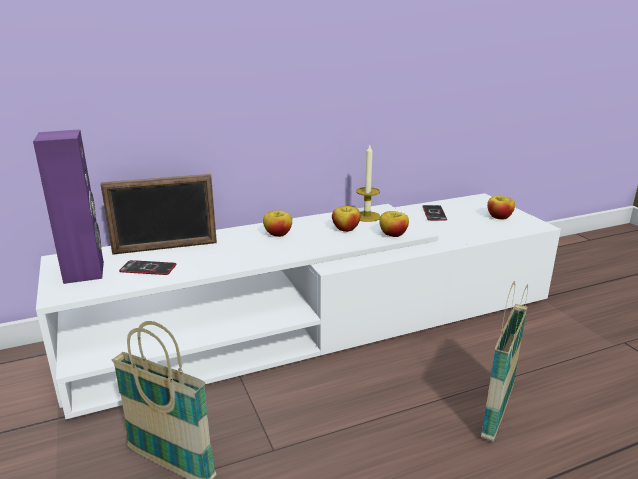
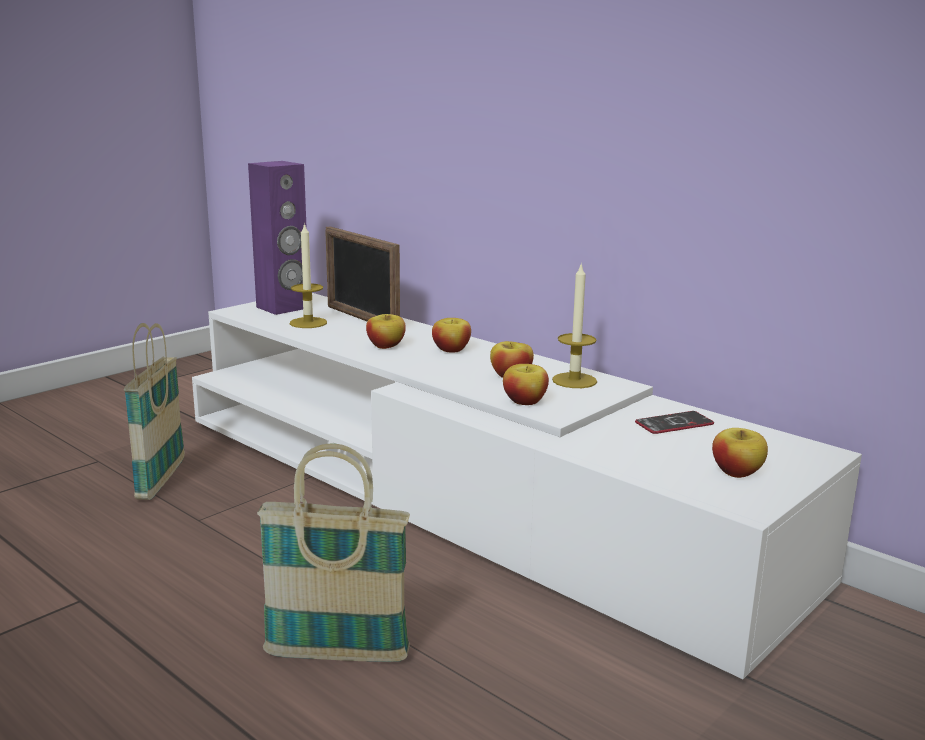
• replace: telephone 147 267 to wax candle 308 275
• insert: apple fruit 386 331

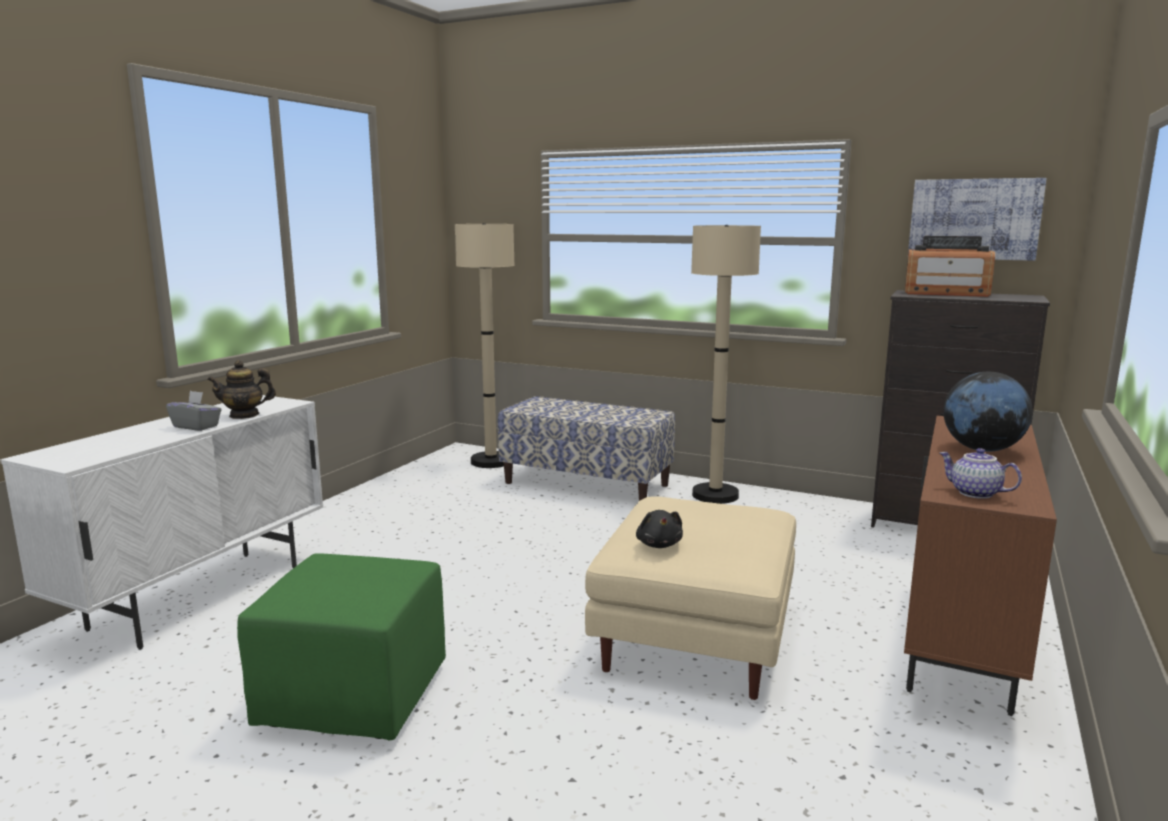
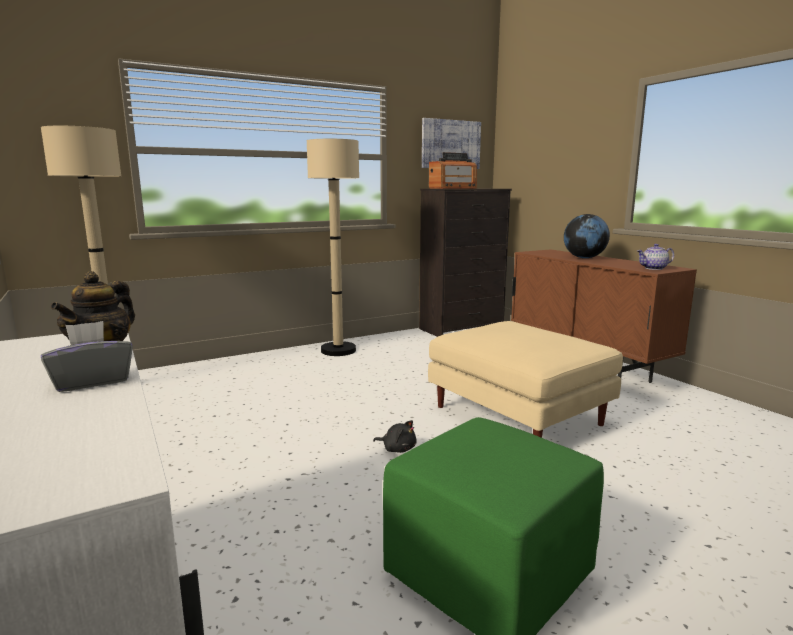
• delete: long seat 586 448
• move: blackish plush toy 659 529 to 395 436

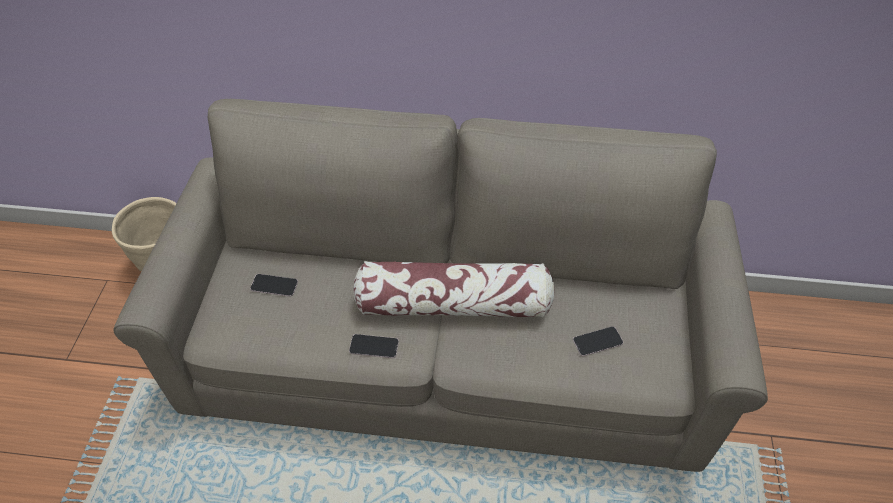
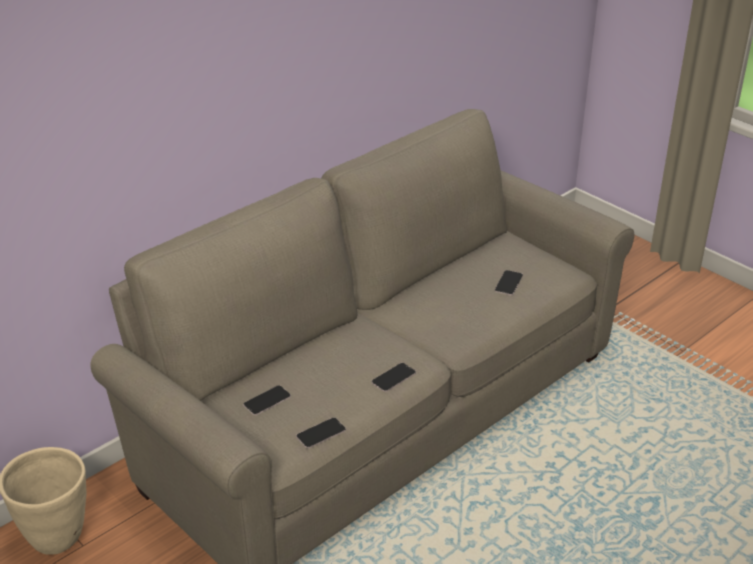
• delete: throw pillow 454 289
• insert: telephone 321 432

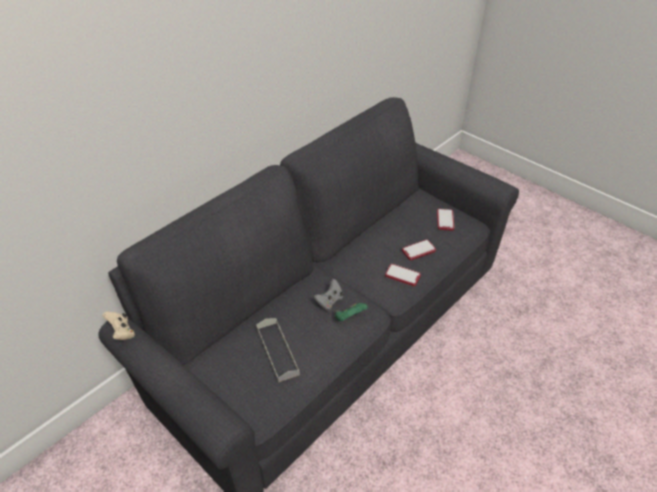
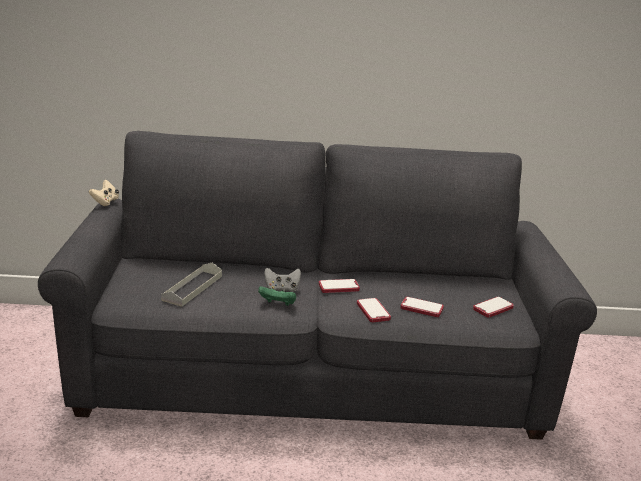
• insert: telephone 339 286

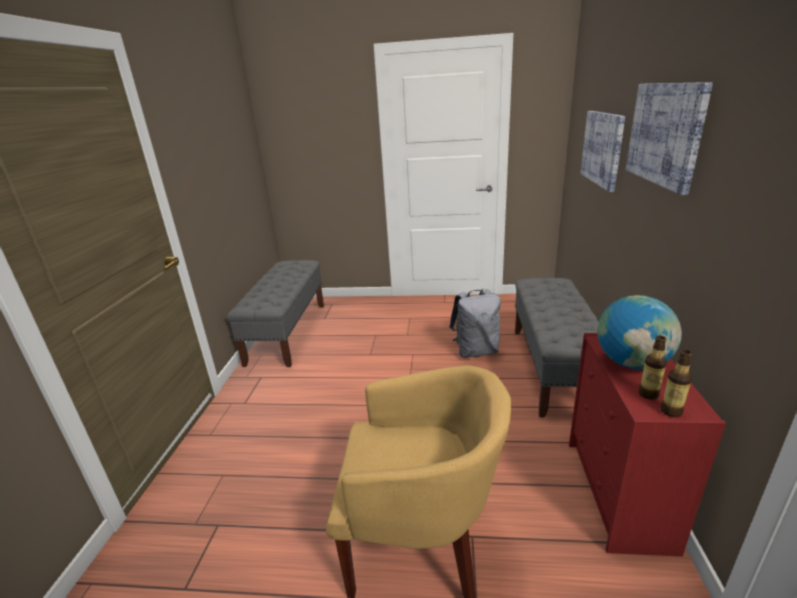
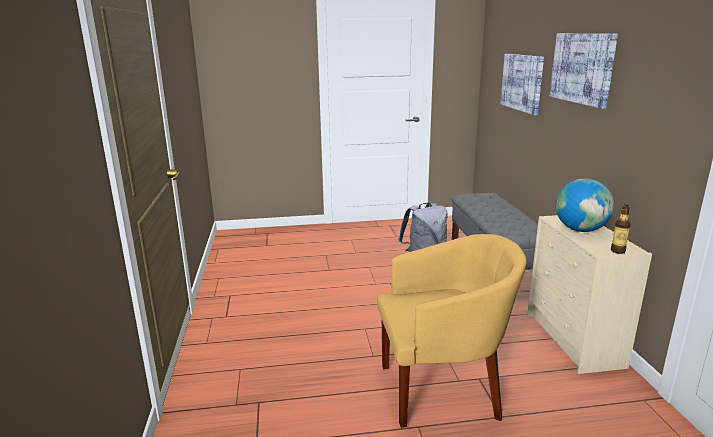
• delete: greyish long seat 275 313
• recolor: red-coloured dresser 647 445 to sand-coloured dresser 589 294
• delete: drink bottle 652 368

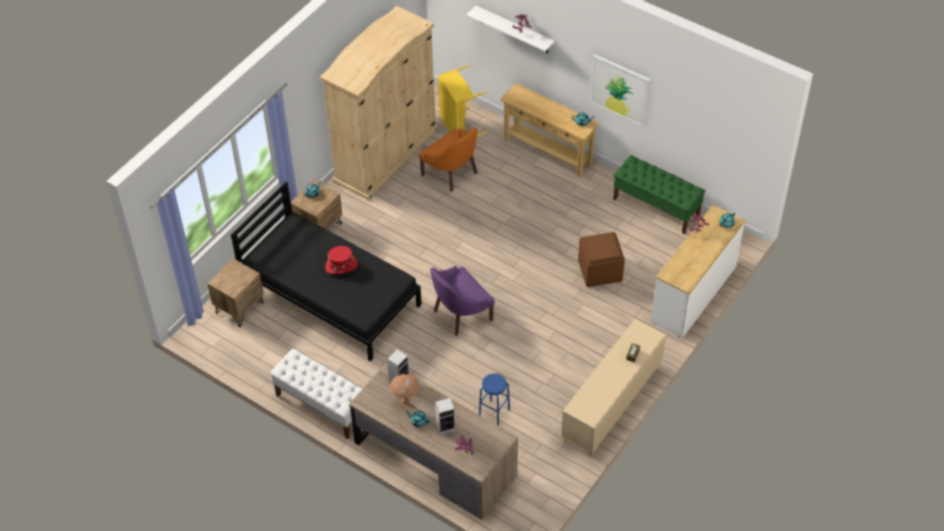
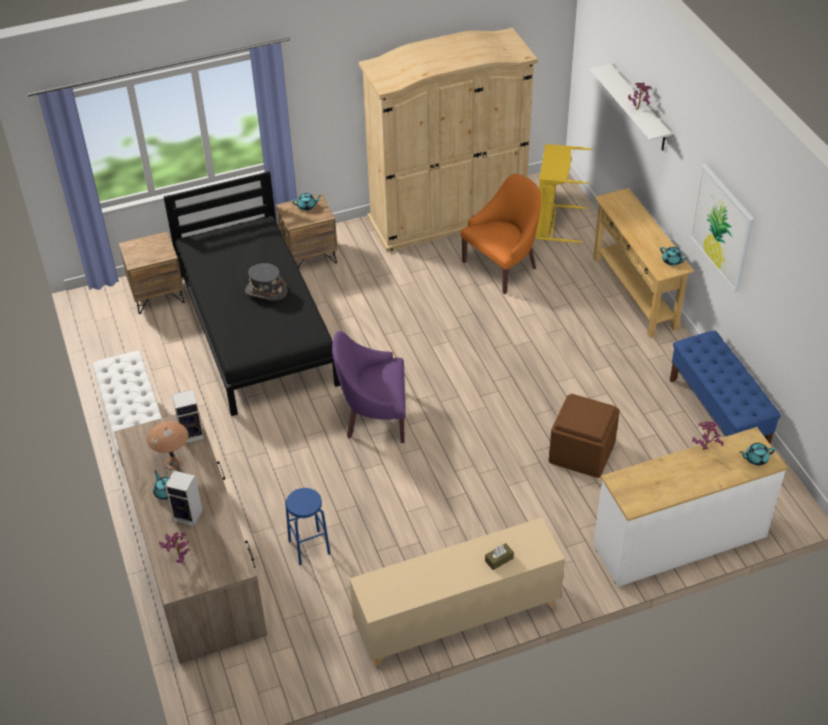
• recolor: red-coloured wearable hat 341 260 to greyish wearable hat 266 281
• rotate: orangey lounge chair 448 160 = 500 234 120 degrees counterclockwise
• recolor: greenish long seat 659 194 to bluish long seat 725 387

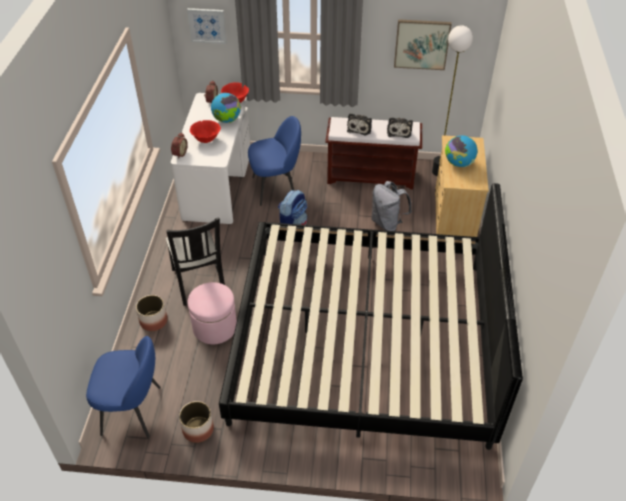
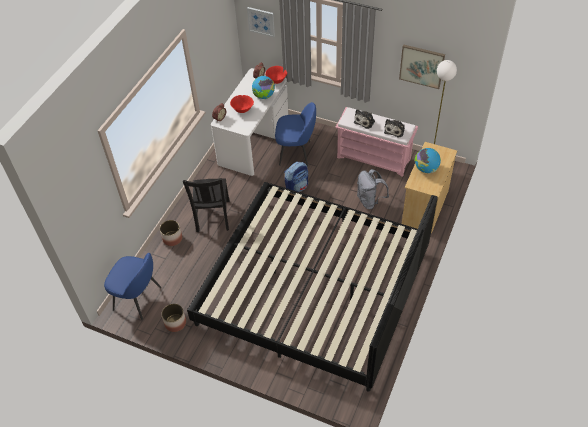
• delete: pink ottoman 212 313
• recolor: brownish long seat 373 153 to pink long seat 376 142

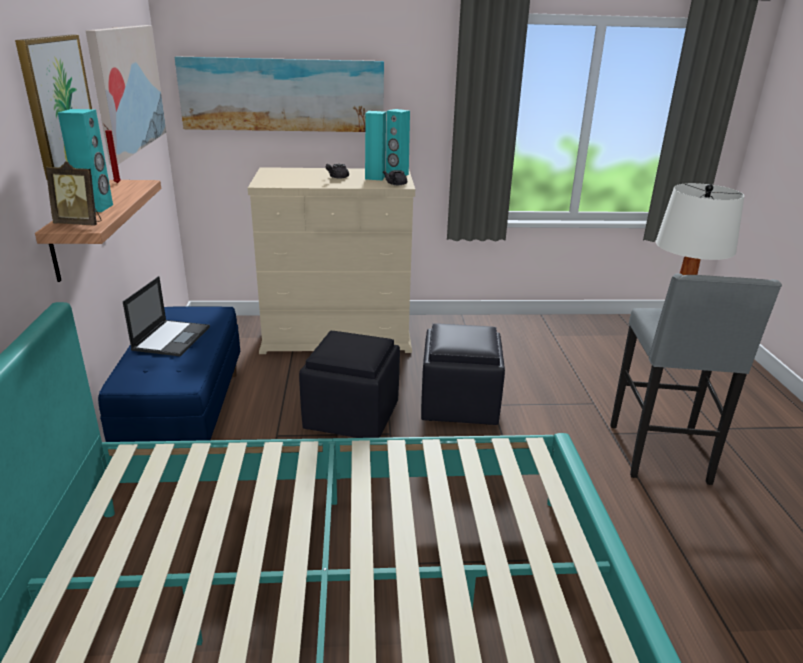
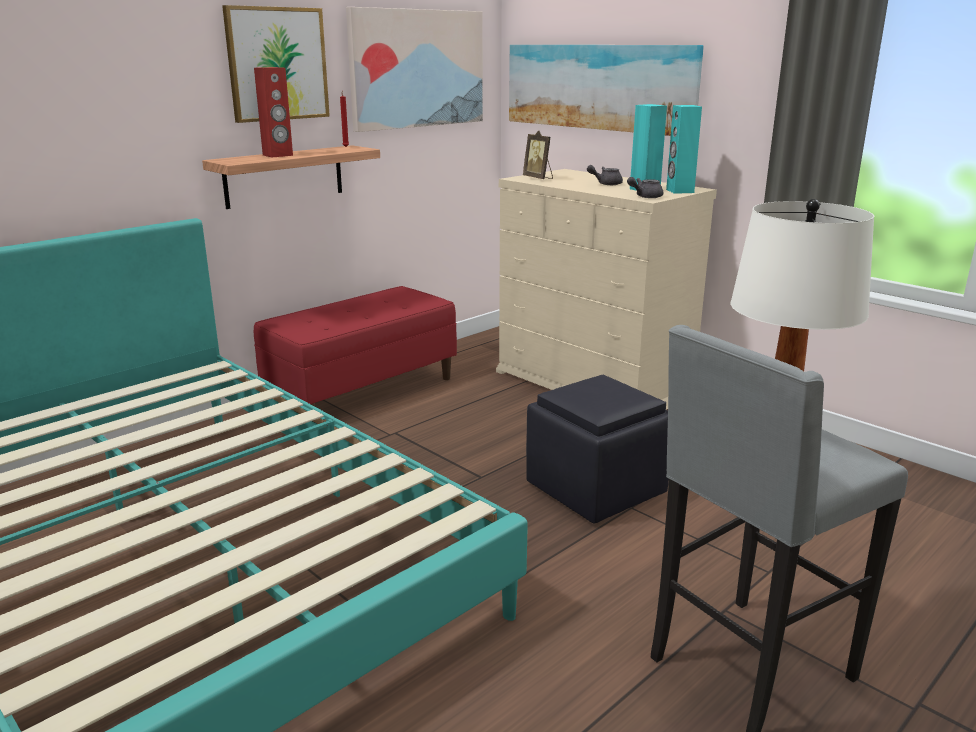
• move: standing frame 74 193 to 538 155
• recolor: turquoise speaker 85 160 to red-coloured speaker 273 112
• recolor: bluish long seat 169 374 to red-coloured long seat 355 346
• delete: portable computer 166 316
• delete: blackish ottoman 349 384

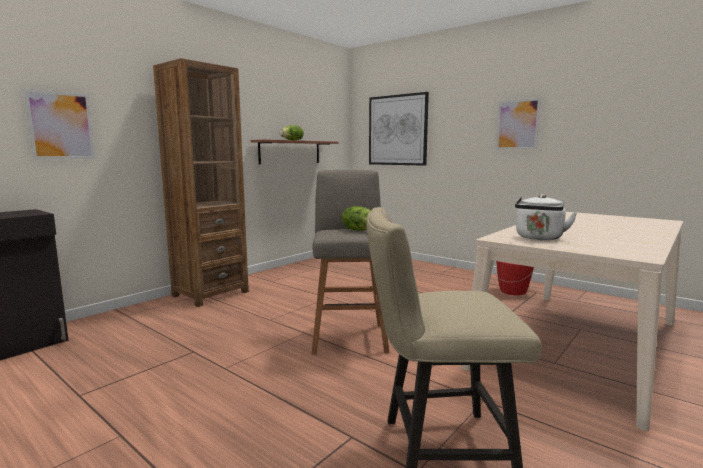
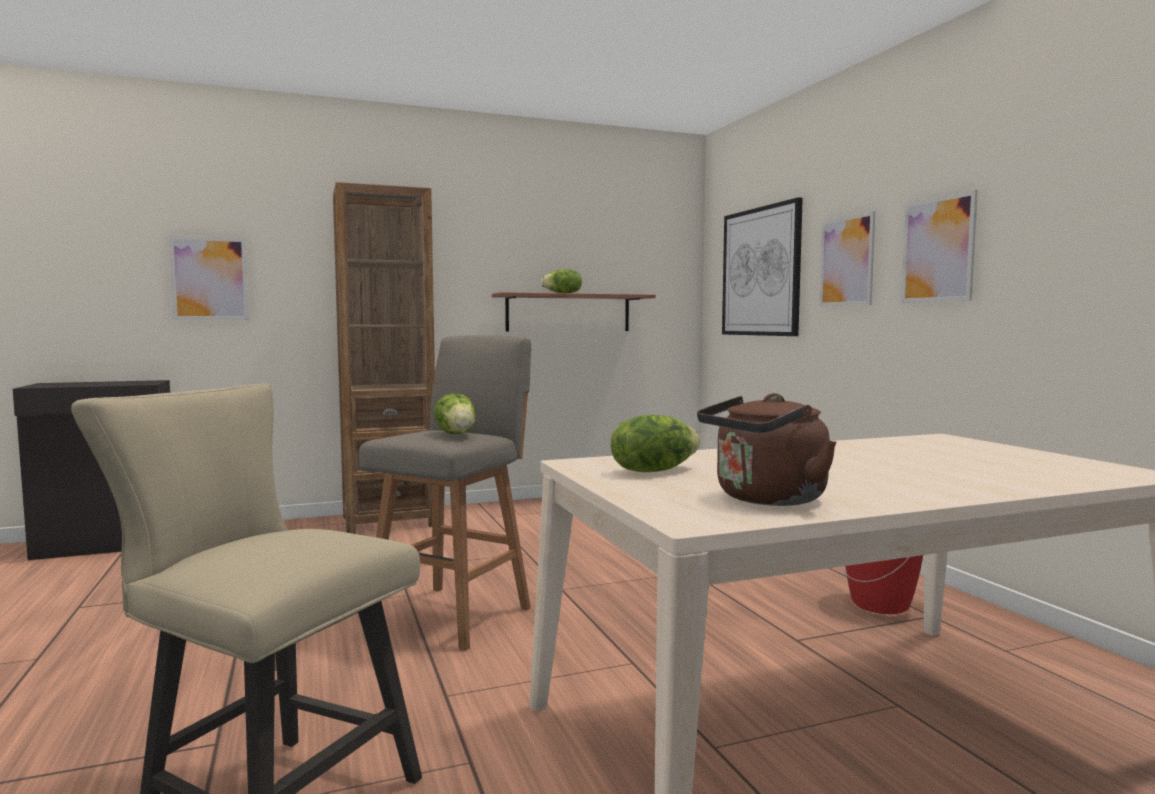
• replace: white-coloured kettle 546 217 to lettuce 655 443
• insert: brownish kettle 767 449
• insert: wall art 847 259

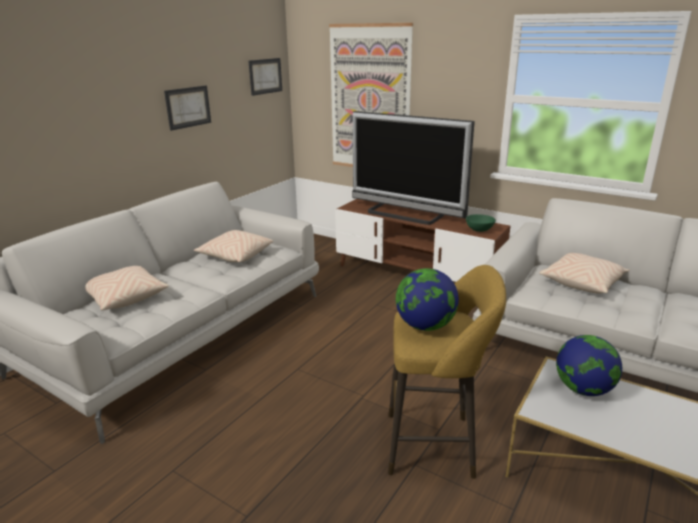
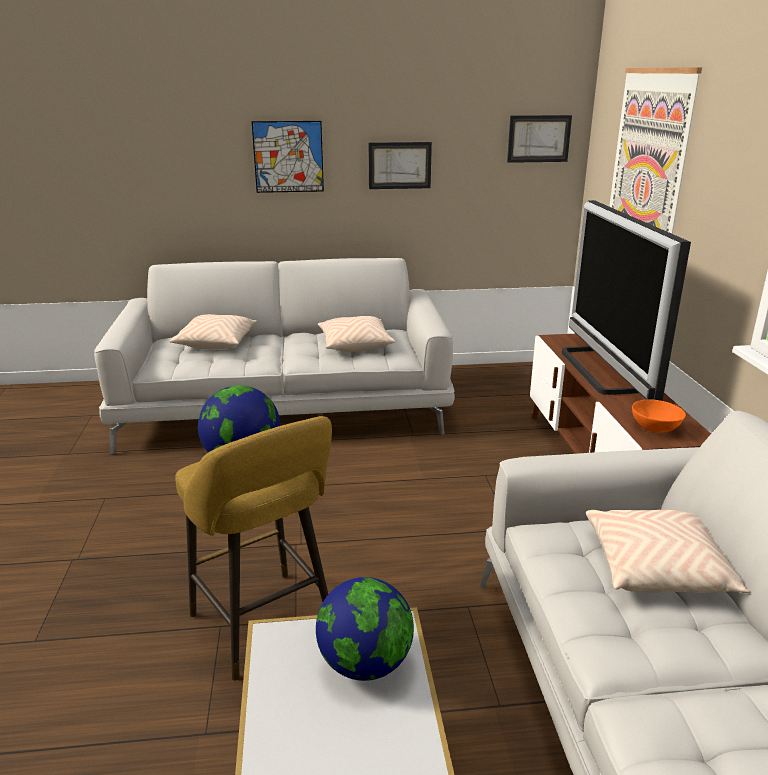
• recolor: greenish bowl 481 223 to orangey bowl 659 416
• insert: wall art 288 157

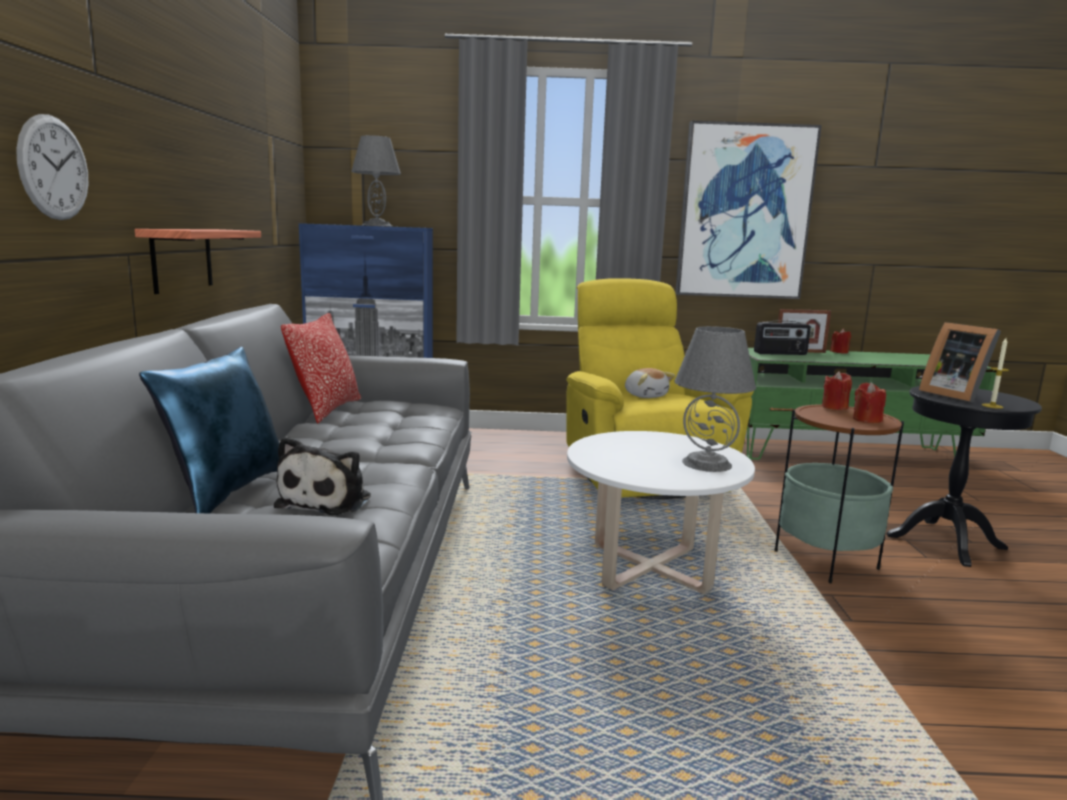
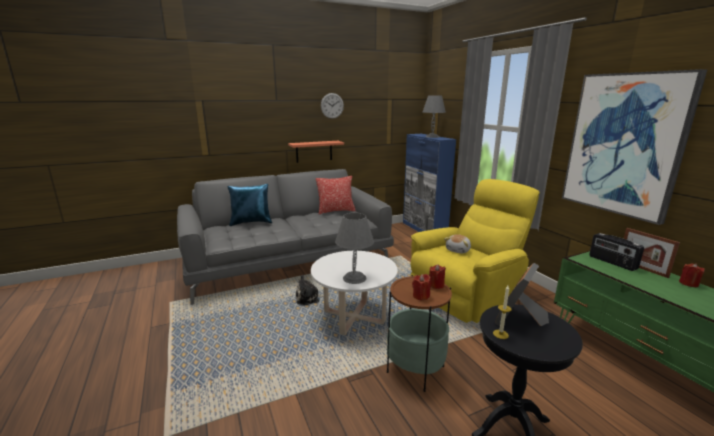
• move: wall clock 52 167 to 332 106
• move: plush toy 322 475 to 310 290

